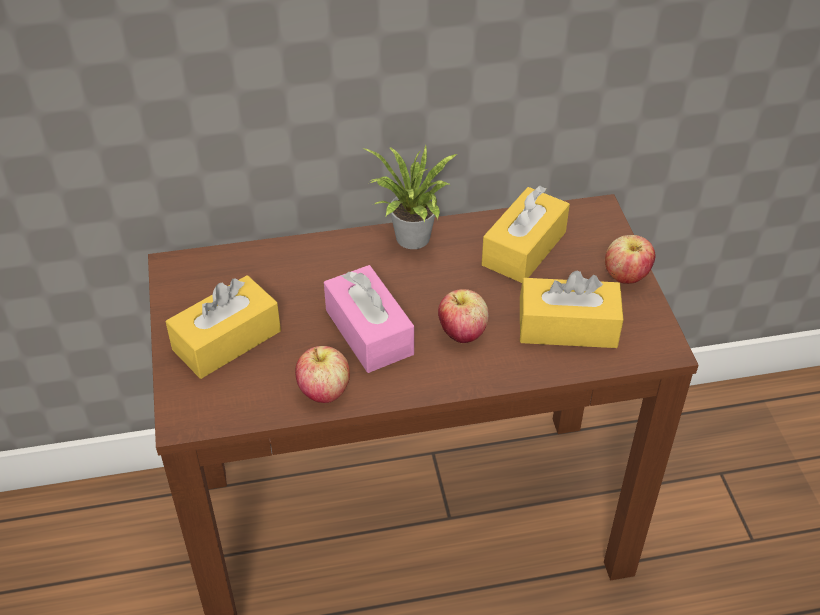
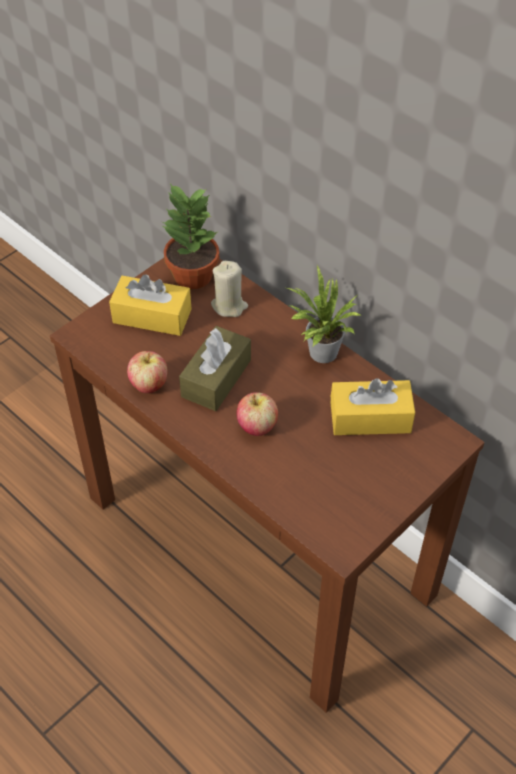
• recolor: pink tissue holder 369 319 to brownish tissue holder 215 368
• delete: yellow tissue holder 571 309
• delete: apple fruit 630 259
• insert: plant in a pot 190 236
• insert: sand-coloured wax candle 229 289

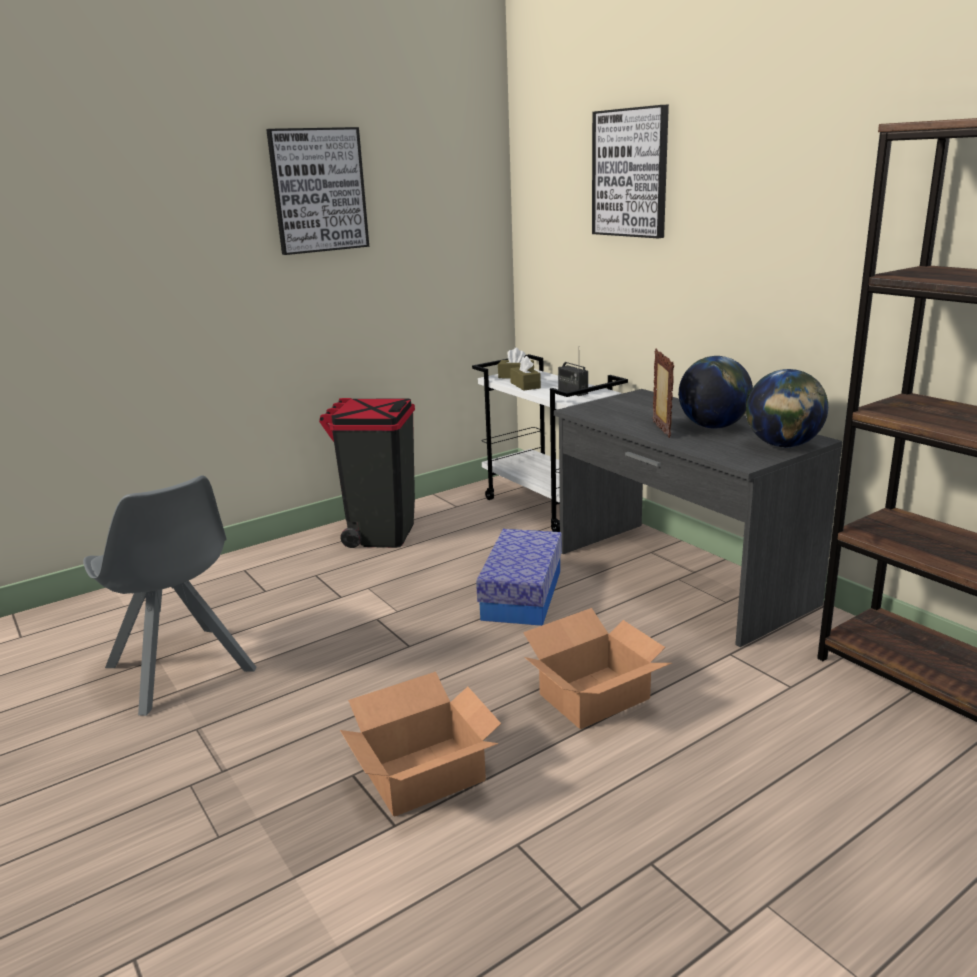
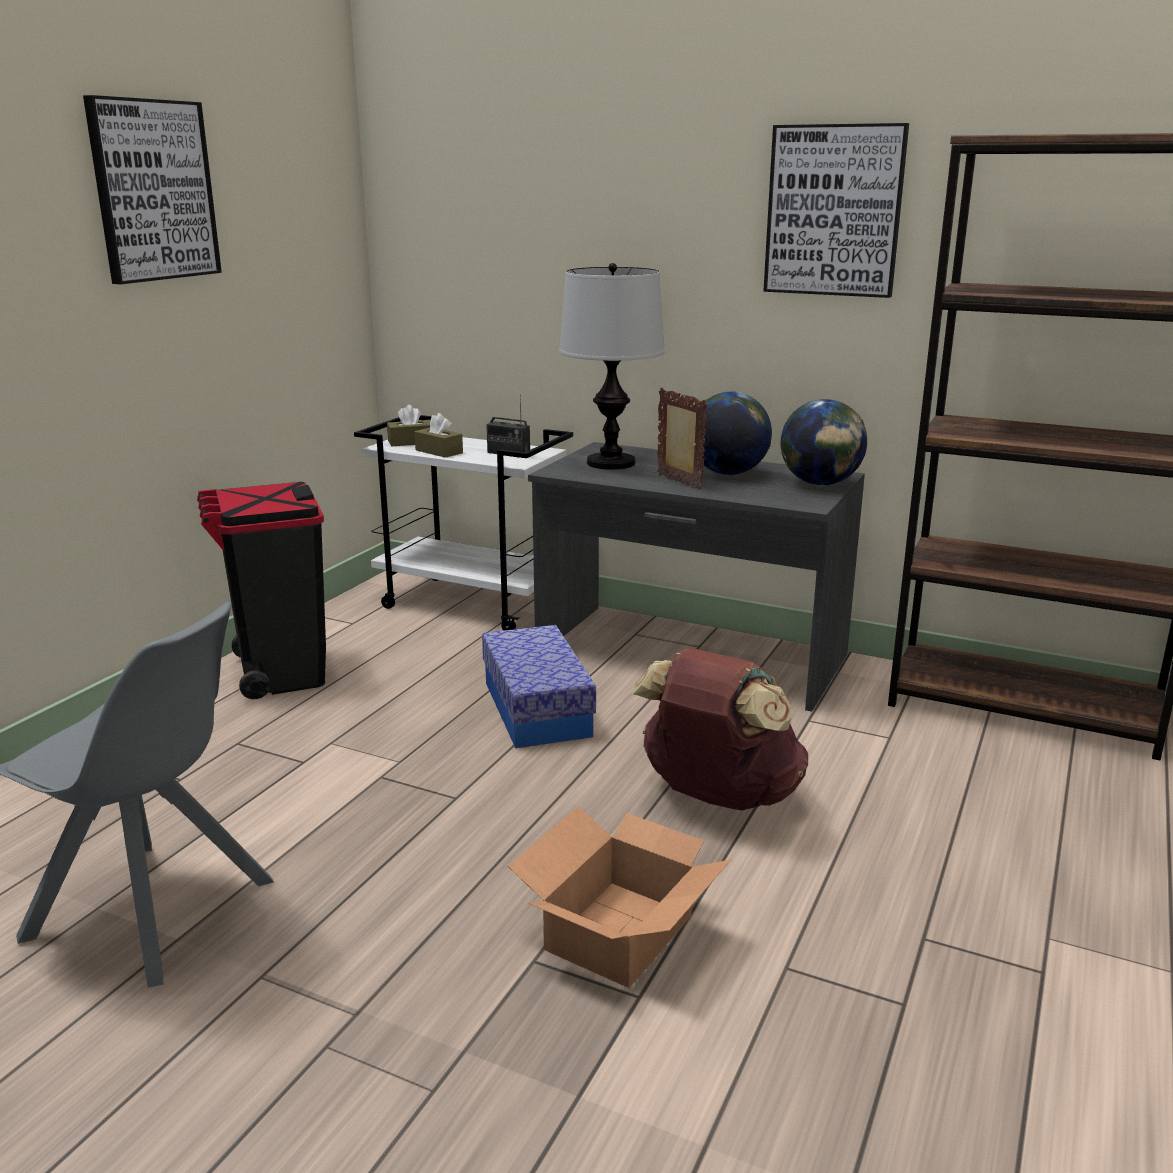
• replace: cardboard box 597 668 to brownish backpack 719 729
• move: wall art 630 171 to 836 210
• insert: lamp for a table 612 366

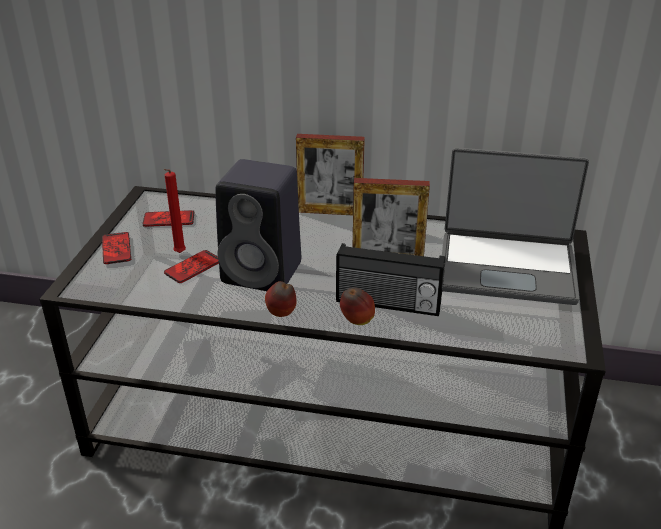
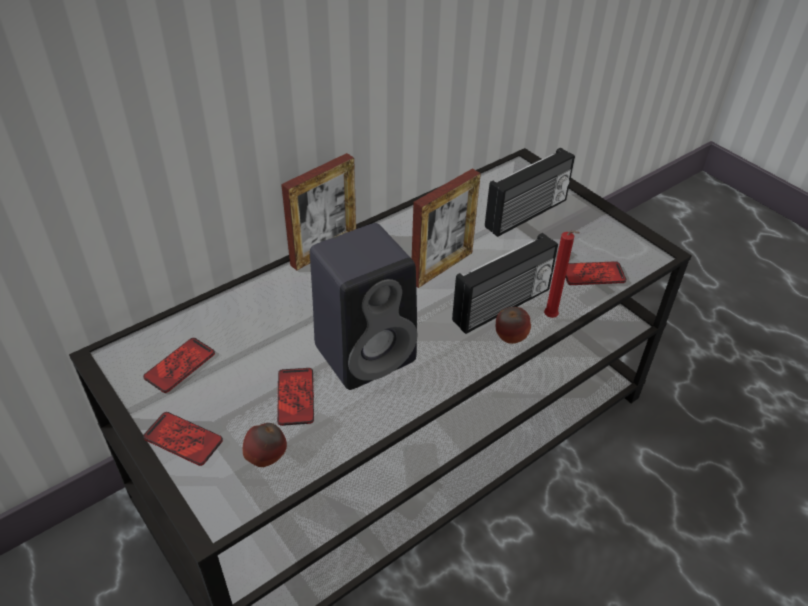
• move: red-coloured wax candle 175 211 to 562 274
• move: apple fruit 281 299 to 265 445
• replace: portable computer 515 226 to radio 530 192
• insert: telephone 595 273

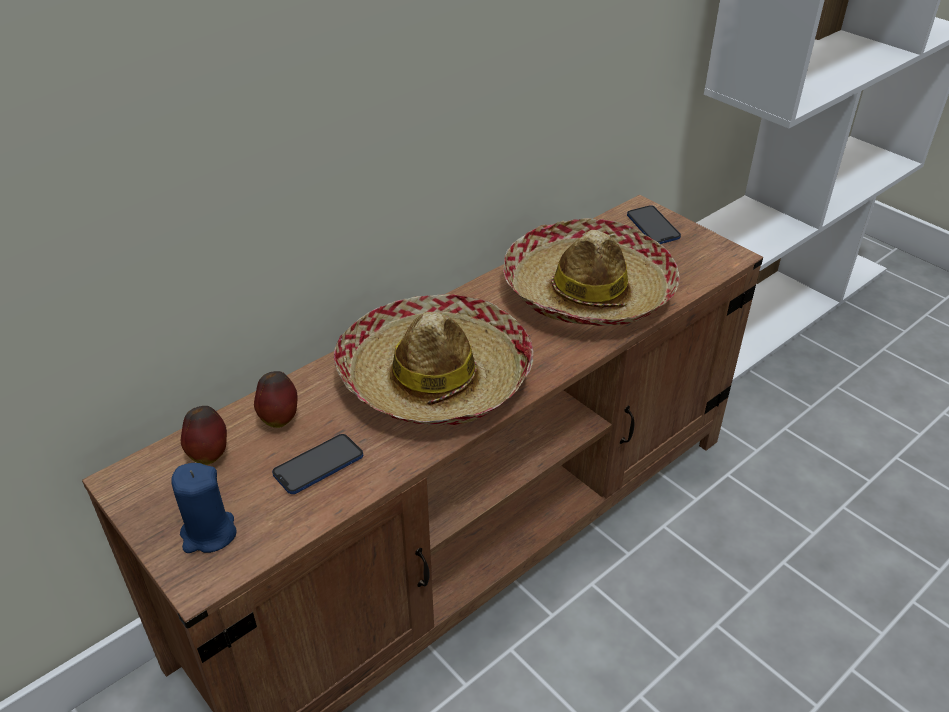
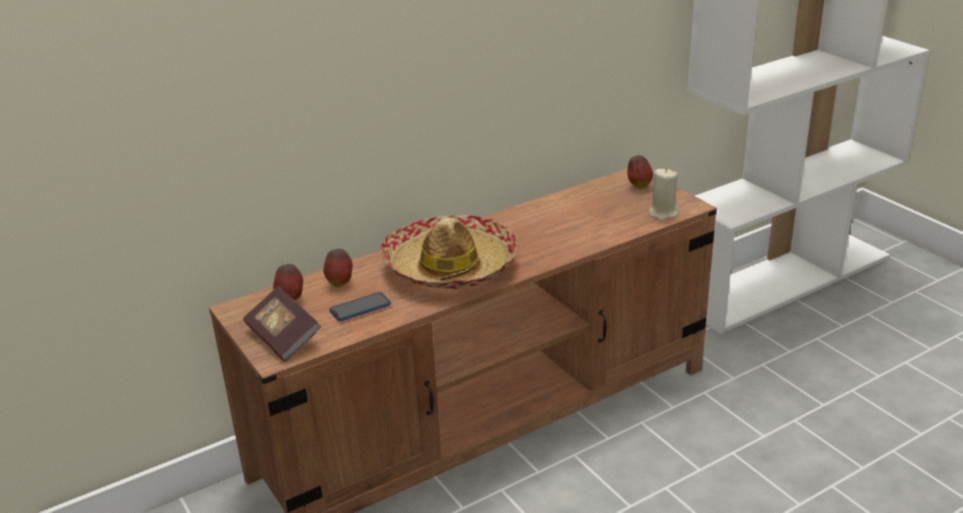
• replace: bluish wax candle 204 508 to bound book 282 324
• delete: wearable hat 591 272
• replace: telephone 654 224 to apple fruit 640 171
• insert: sand-coloured wax candle 664 194

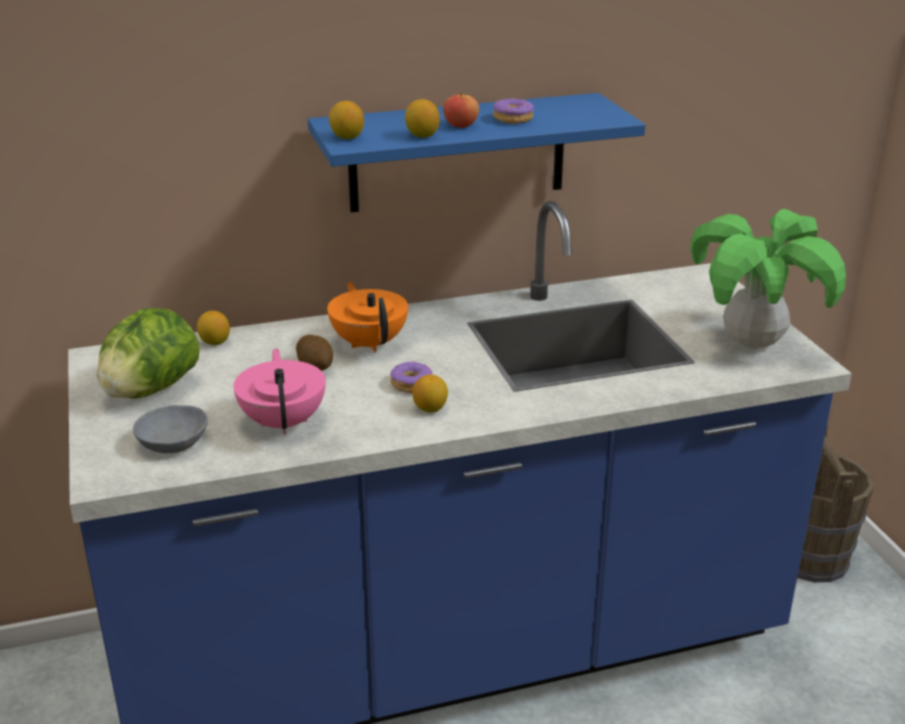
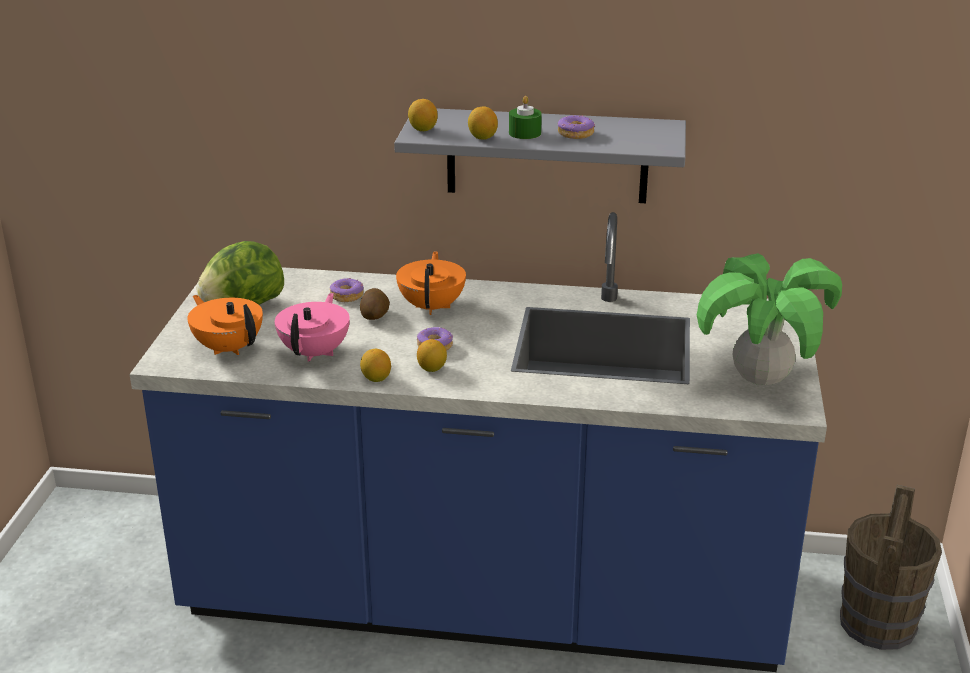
• replace: greyish bowl 170 429 to orangey pot for tea 225 325
• move: lemon 213 328 to 375 365
• recolor: bluish bracket shelf 476 153 to greyish bracket shelf 540 155
• replace: apple fruit 461 109 to greenish wax candle 525 117
• insert: doughnut 347 290

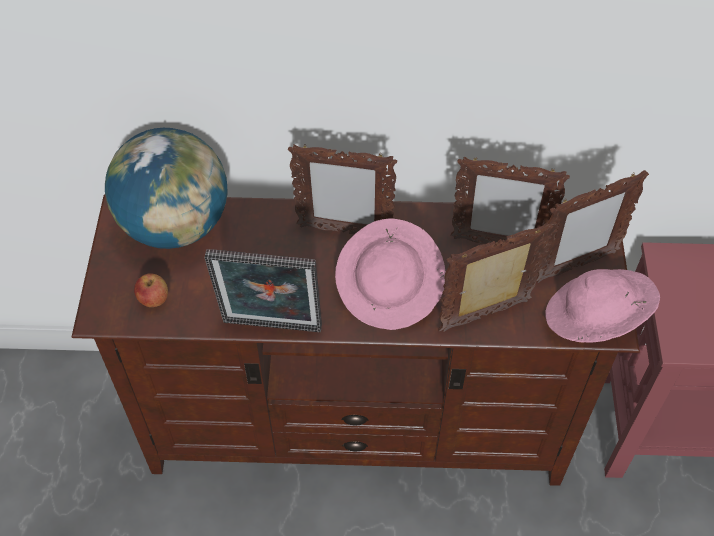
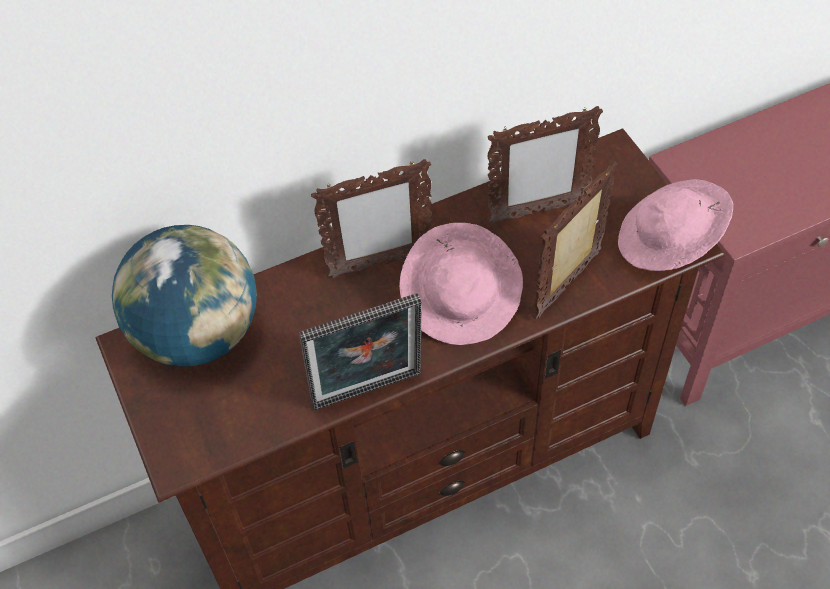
• delete: apple fruit 151 290
• delete: standing frame 592 226

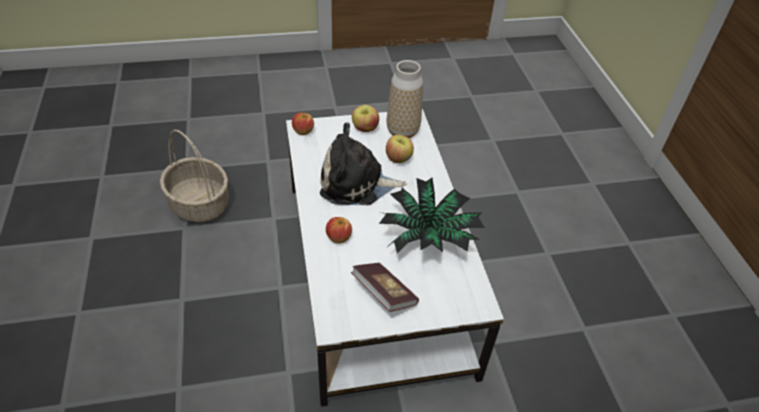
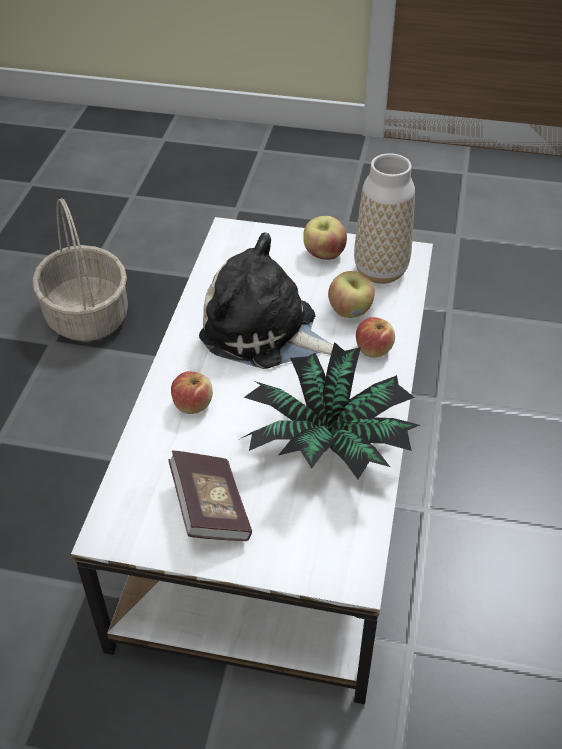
• move: apple fruit 303 124 to 375 337

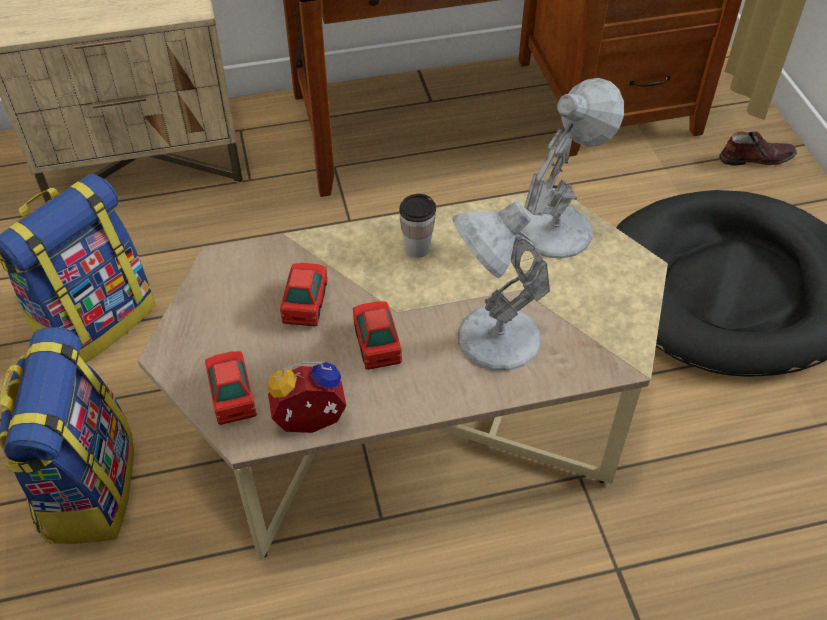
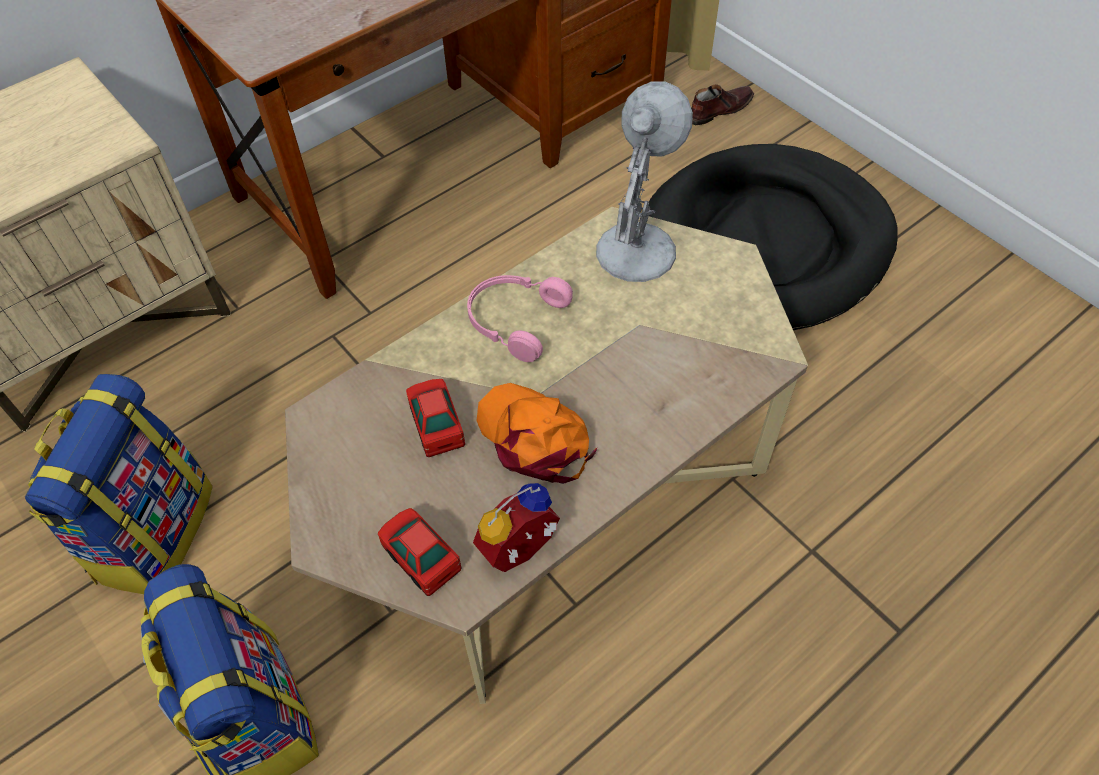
• replace: miniature car 377 335 to orangey cap 537 433
• replace: small cup 417 225 to pink headphones 520 318
• delete: white-coloured lamp for a table 501 286

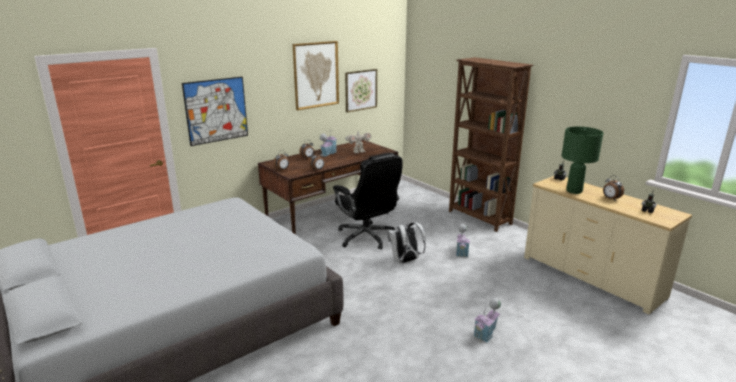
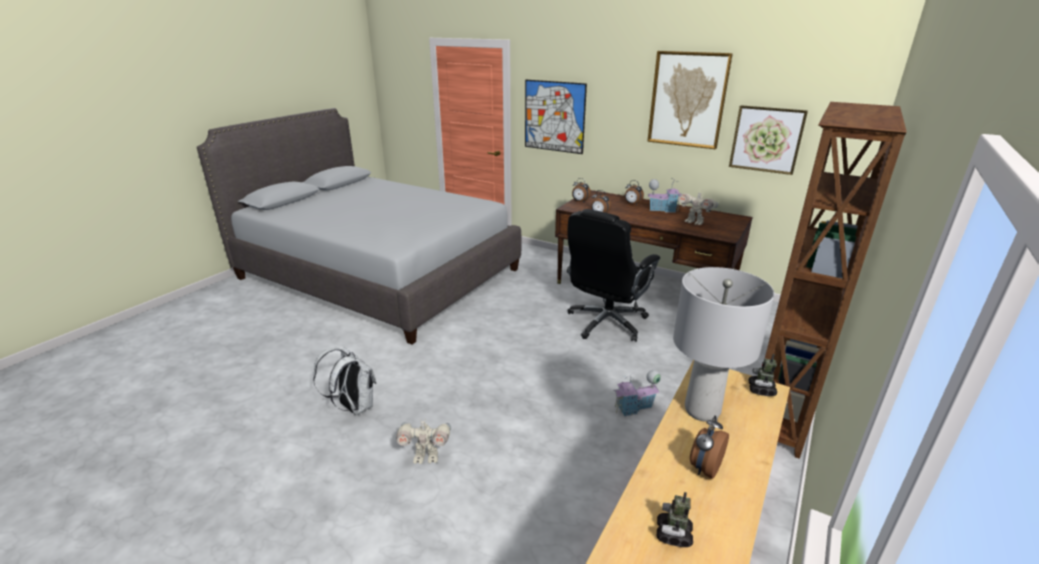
• move: white-coloured backpack 407 242 to 344 381
• replace: miniature house 487 320 to toy robot 423 441
• recolor: greenish lamp for a table 582 160 to greyish lamp for a table 724 344

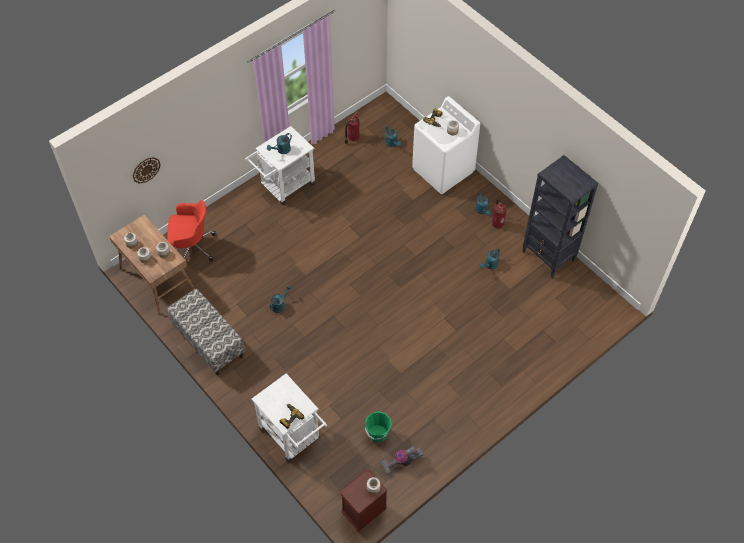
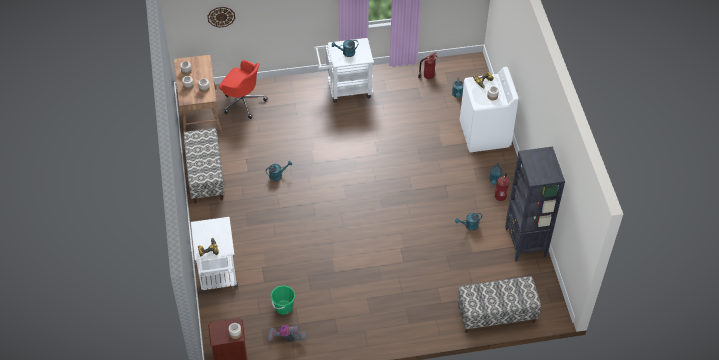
• insert: long seat 499 304

